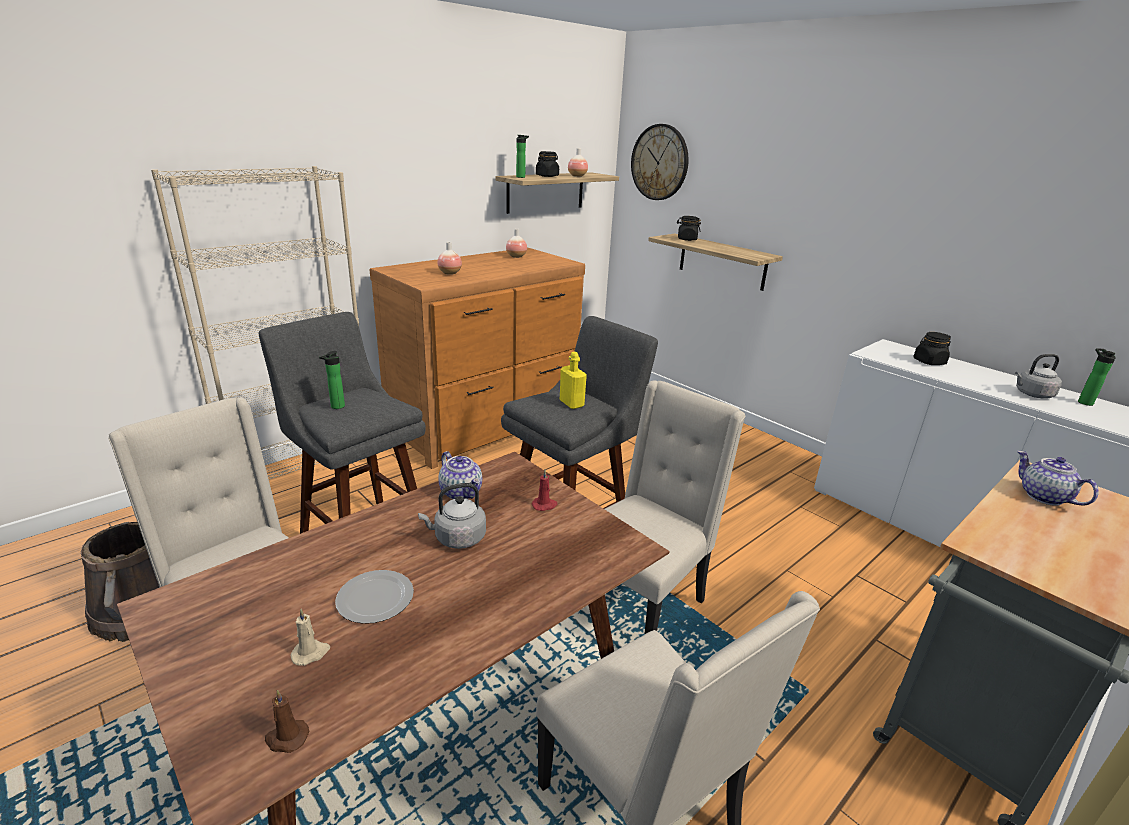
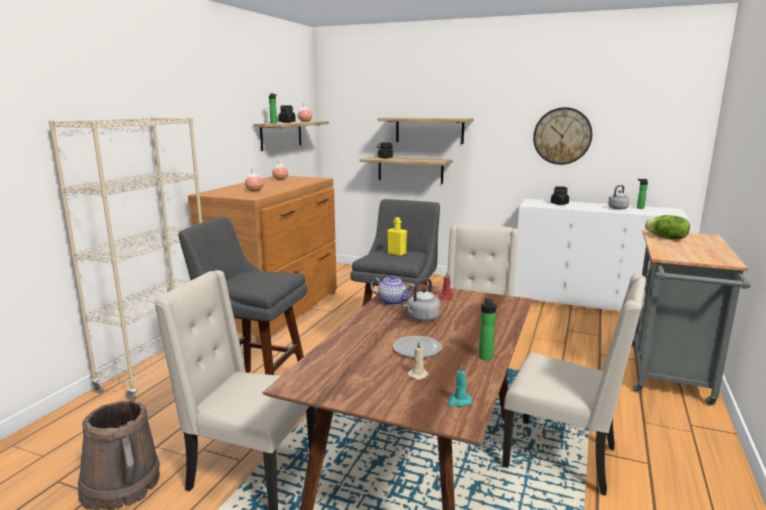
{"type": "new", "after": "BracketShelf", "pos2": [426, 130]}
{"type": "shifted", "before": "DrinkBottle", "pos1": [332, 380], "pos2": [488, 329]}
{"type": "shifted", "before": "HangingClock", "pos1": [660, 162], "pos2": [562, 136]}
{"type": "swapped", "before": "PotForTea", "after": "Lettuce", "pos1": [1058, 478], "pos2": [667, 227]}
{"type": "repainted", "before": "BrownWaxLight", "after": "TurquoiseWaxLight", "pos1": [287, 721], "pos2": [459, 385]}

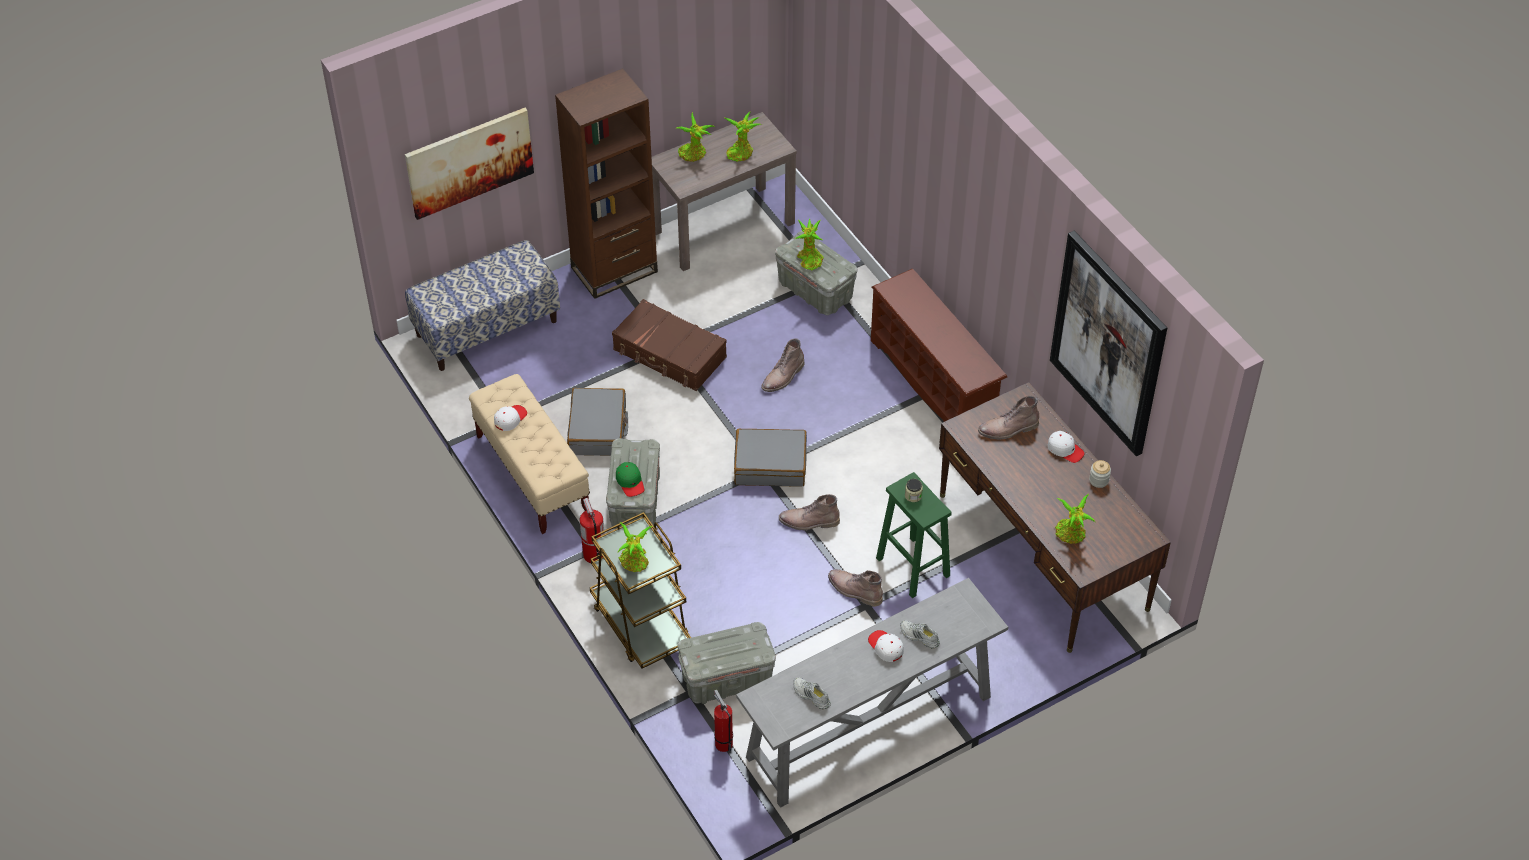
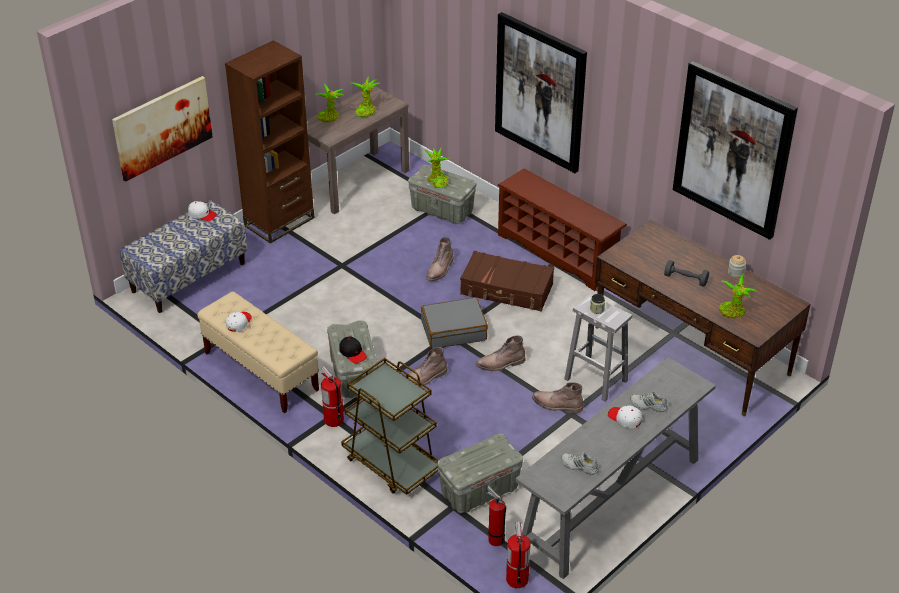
{"type": "gone", "before": "GreyTravelCase", "pos1": [597, 422]}
{"type": "gone", "before": "PottedPlant", "pos1": [635, 547]}
{"type": "new", "after": "WallArt", "pos2": [541, 92]}
{"type": "new", "after": "FireExtinguisher", "pos2": [518, 555]}
{"type": "new", "after": "GreyDumbbell", "pos2": [686, 273]}
{"type": "shifted", "before": "BrownTravelCase", "pos1": [669, 345], "pos2": [507, 281]}
{"type": "shifted", "before": "BrownTallBoot", "pos1": [1008, 418], "pos2": [426, 367]}
{"type": "shifted", "before": "WhiteBaseballCap", "pos1": [1066, 447], "pos2": [202, 211]}
{"type": "repainted", "before": "GreenBaseballCap", "after": "BlackishBaseballCap", "pos1": [630, 479], "pos2": [353, 350]}
{"type": "repainted", "before": "GreenStool", "after": "WhiteStool", "pos1": [914, 535], "pos2": [598, 348]}

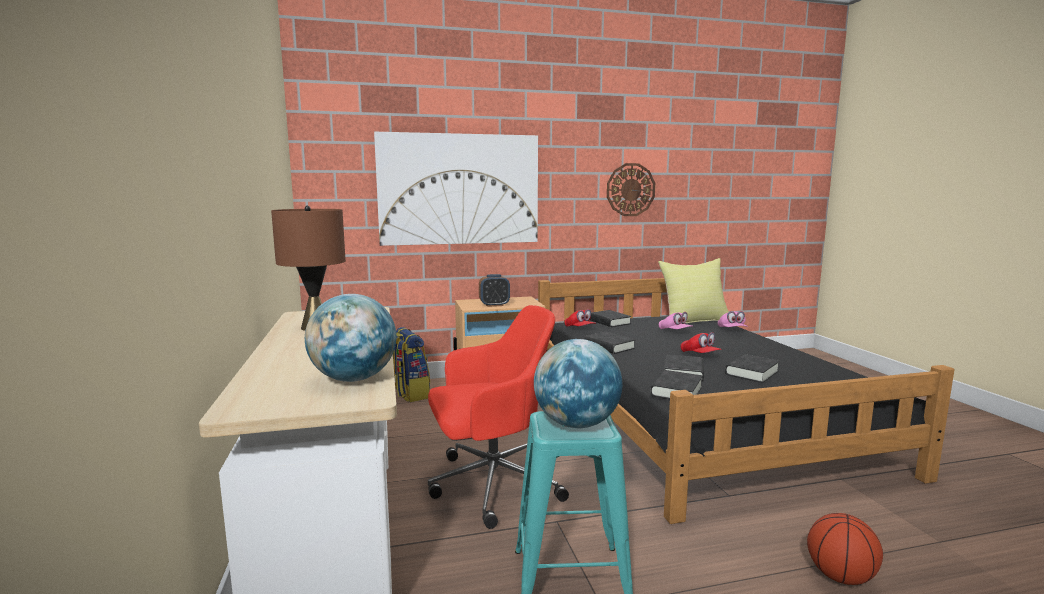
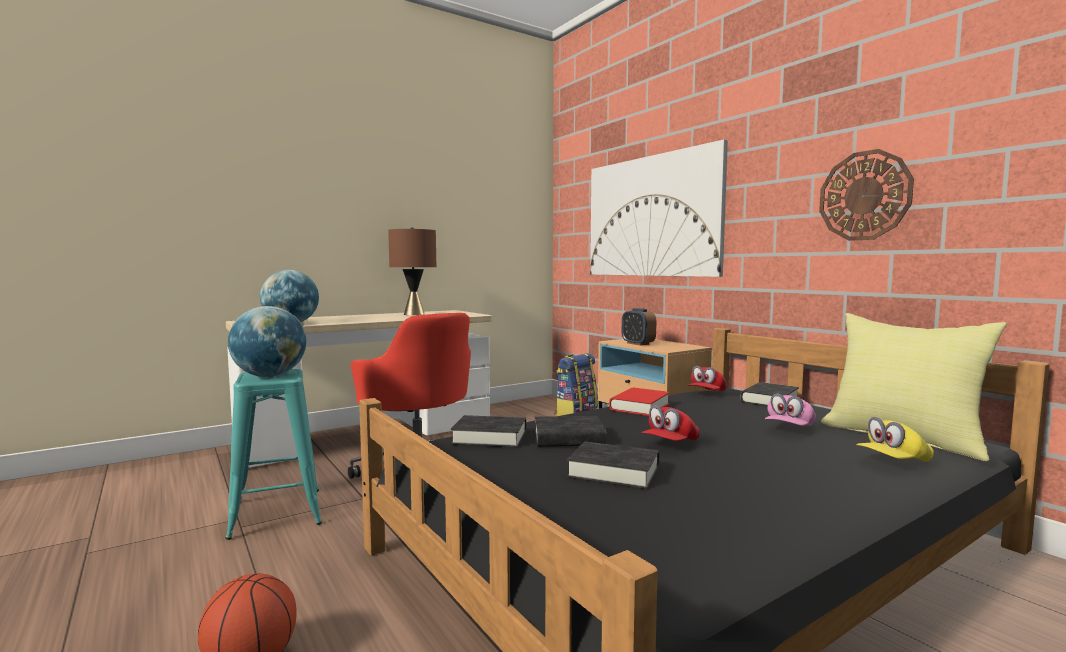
{"type": "repainted", "before": "BlackishBook", "after": "RedBook", "pos1": [610, 342], "pos2": [639, 402]}
{"type": "repainted", "before": "PinkishBaseballCap", "after": "YellowishBaseballCap", "pos1": [733, 319], "pos2": [895, 439]}

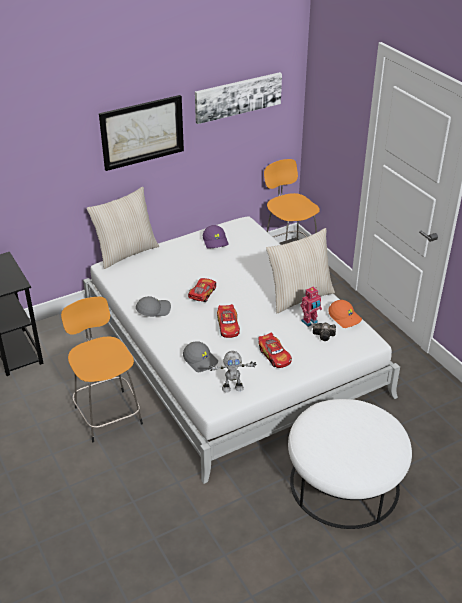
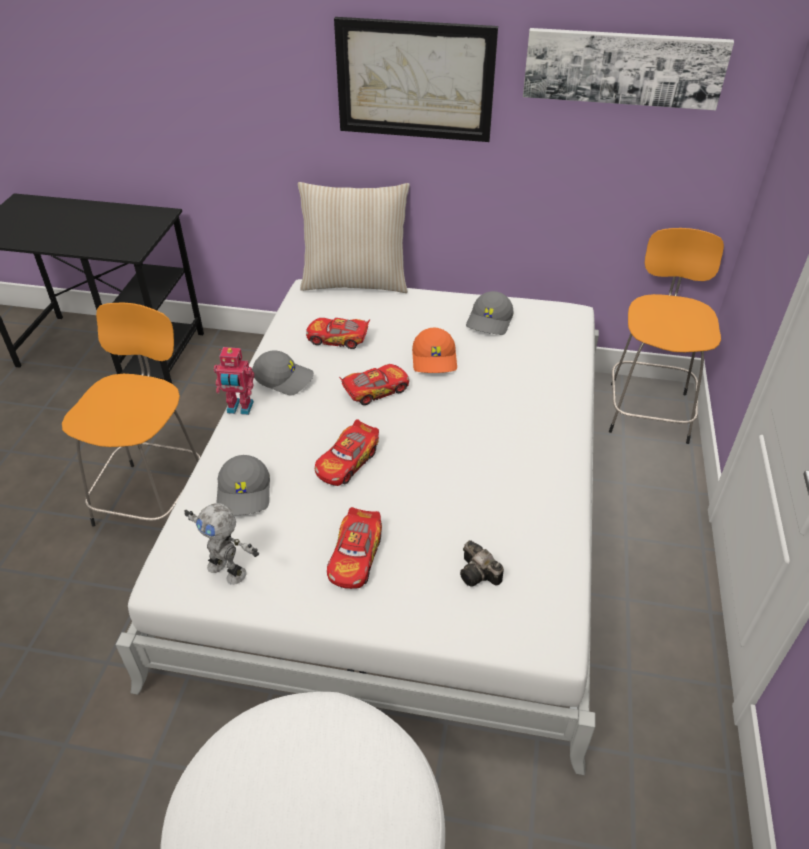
{"type": "gone", "before": "BeigeColouredPillow", "pos1": [300, 270]}
{"type": "new", "after": "MiniatureCar", "pos2": [338, 333]}
{"type": "shifted", "before": "RobotFigure", "pos1": [311, 307], "pos2": [234, 381]}
{"type": "shifted", "before": "OrangeyBaseballCap", "pos1": [345, 314], "pos2": [434, 350]}
{"type": "repainted", "before": "PurpleColouredBaseballCap", "after": "GreyBaseballCap", "pos1": [216, 237], "pos2": [490, 313]}

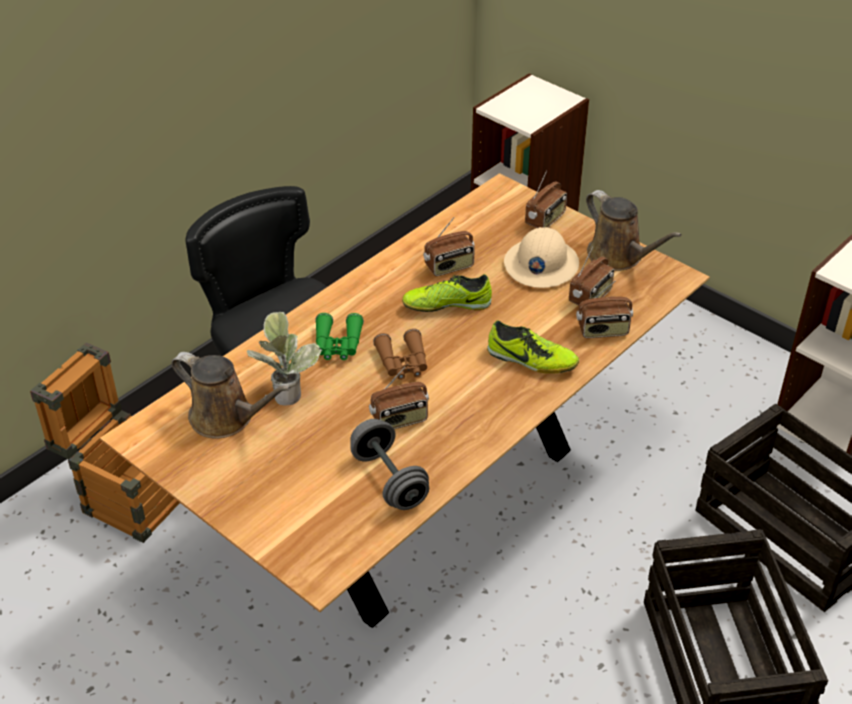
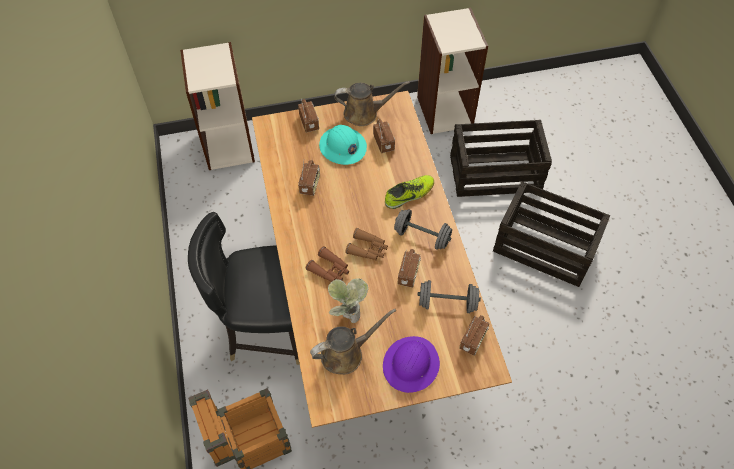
{"type": "gone", "before": "Shoe", "pos1": [447, 293]}
{"type": "new", "after": "PurpleColouredSafetyHelmet", "pos2": [411, 364]}
{"type": "new", "after": "GreyDumbbell", "pos2": [423, 229]}
{"type": "shifted", "before": "Radio", "pos1": [604, 309], "pos2": [474, 335]}
{"type": "repainted", "before": "GreenFieldGlasses", "after": "BrownFieldGlasses", "pos1": [339, 336], "pos2": [327, 264]}
{"type": "repainted", "before": "BeigeColouredSafetyHelmet", "after": "TurquoiseSafetyHelmet", "pos1": [541, 257], "pos2": [343, 145]}

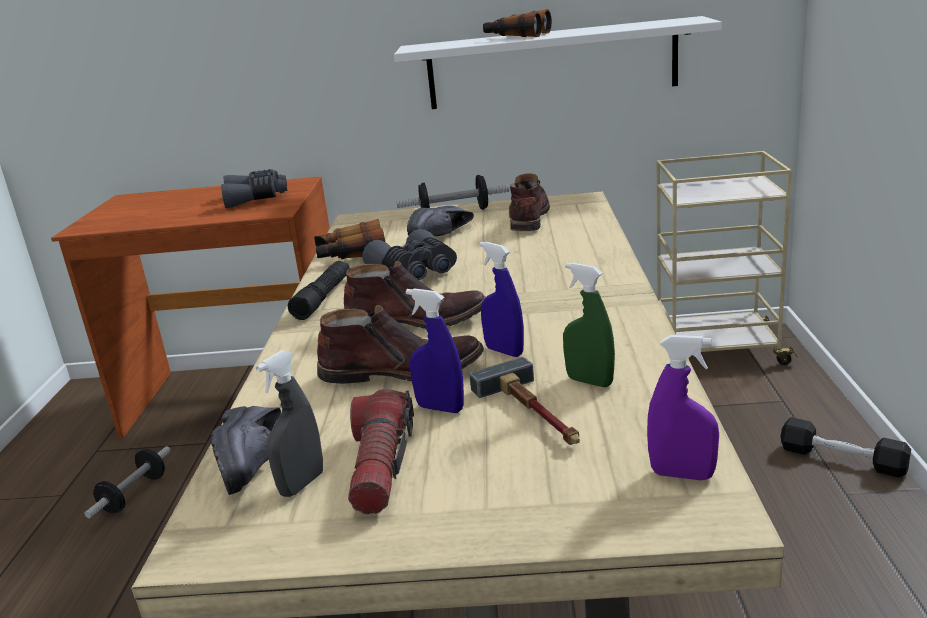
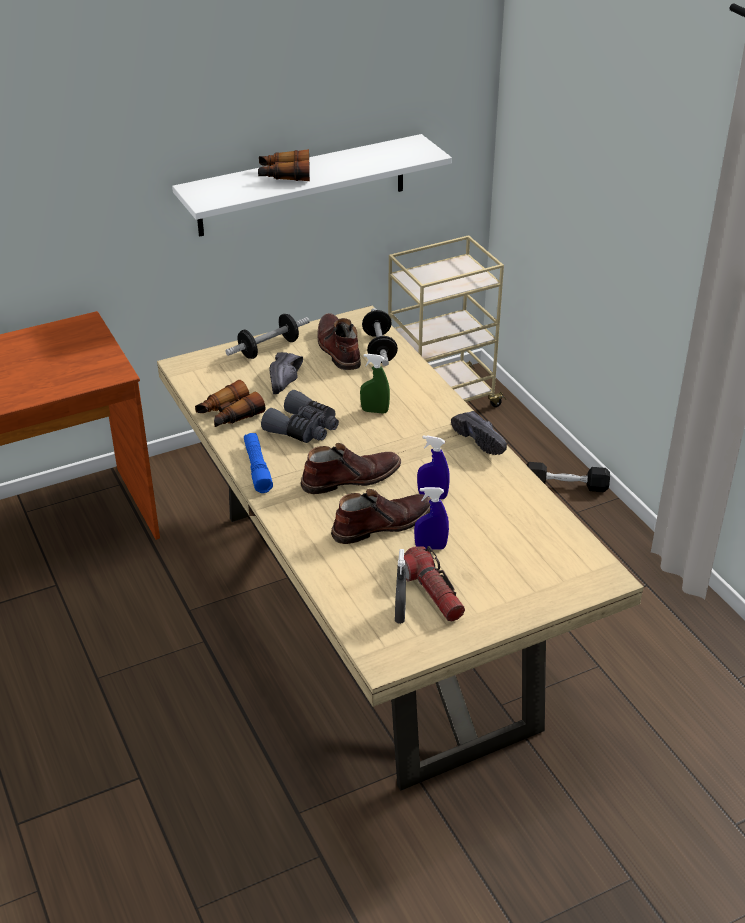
{"type": "gone", "before": "GreyFieldGlasses", "pos1": [254, 188]}
{"type": "gone", "before": "Hammer", "pos1": [524, 401]}
{"type": "gone", "before": "PurpleColouredSprayBottle", "pos1": [683, 407]}
{"type": "shifted", "before": "Dumbbell", "pos1": [127, 482], "pos2": [380, 337]}
{"type": "shifted", "before": "BlackishShoe", "pos1": [246, 450], "pos2": [479, 433]}
{"type": "shifted", "before": "GreenSprayBottle", "pos1": [589, 325], "pos2": [375, 384]}
{"type": "repainted", "before": "BlackishTorch", "after": "BluishTorch", "pos1": [319, 290], "pos2": [258, 463]}

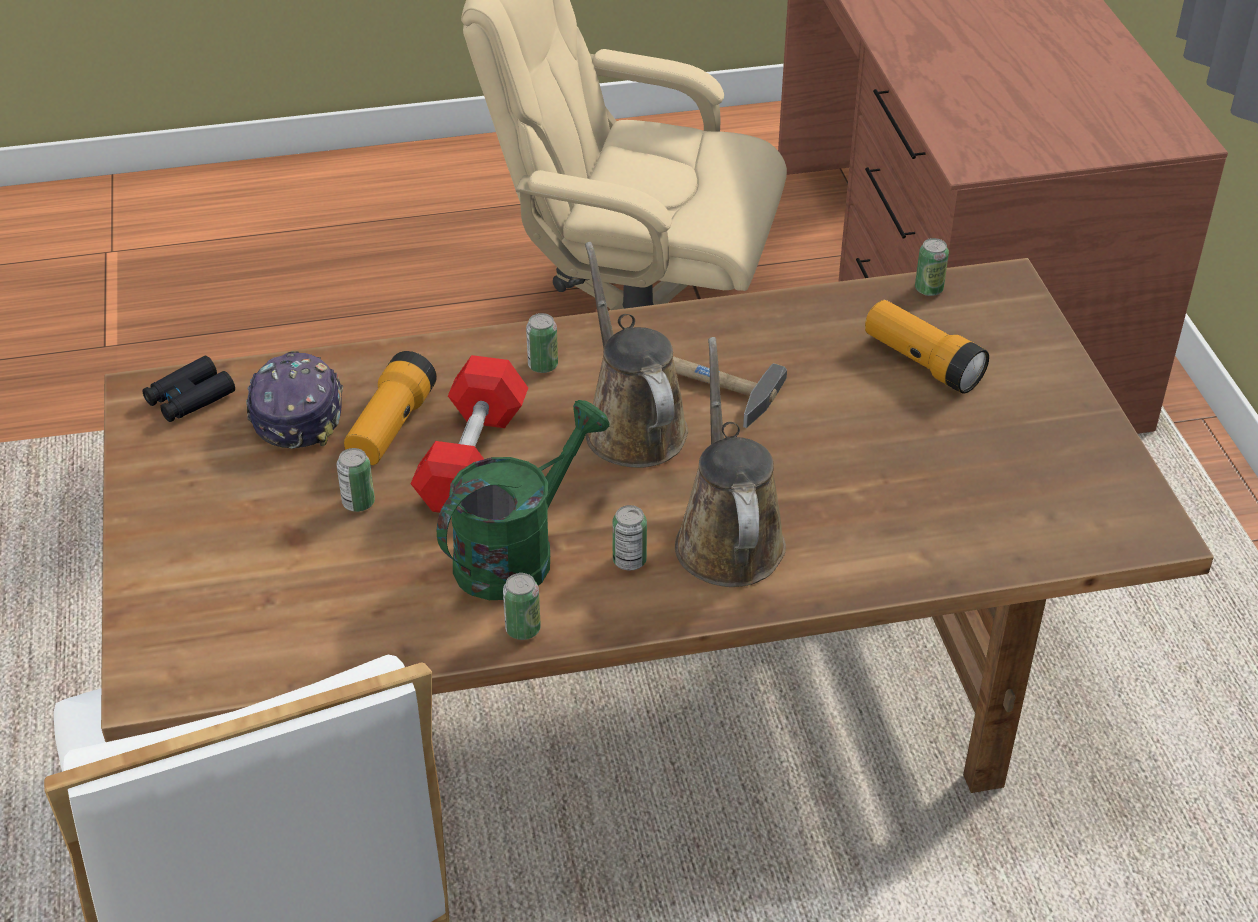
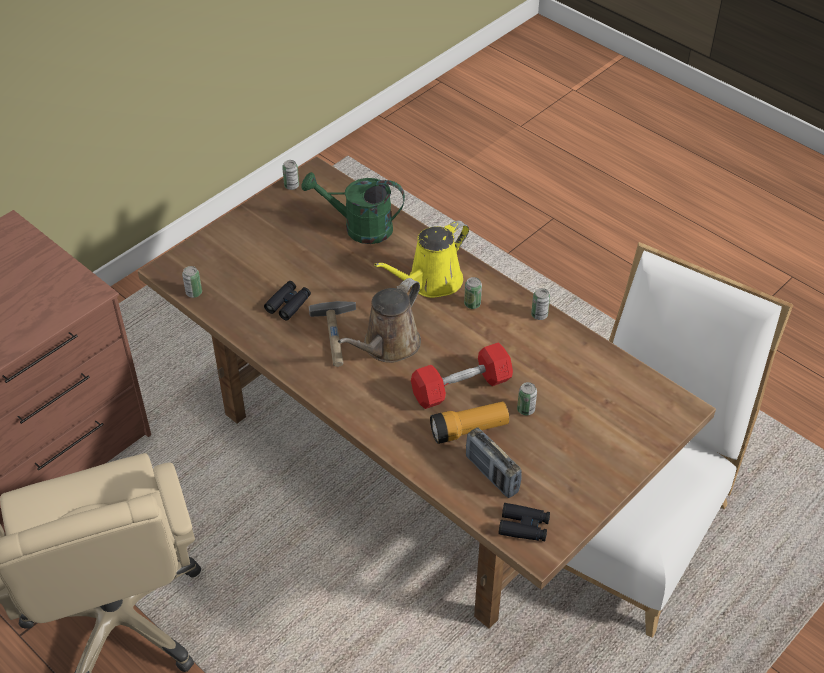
{"type": "gone", "before": "Torch", "pos1": [927, 347]}
{"type": "new", "after": "BlackishFieldGlasses", "pos2": [287, 300]}
{"type": "shifted", "before": "GreenSprinklingCan", "pos1": [523, 500], "pos2": [353, 208]}
{"type": "shifted", "before": "MetalCan", "pos1": [542, 343], "pos2": [290, 175]}
{"type": "swapped", "before": "BaseballCap", "after": "Radio", "pos1": [294, 400], "pos2": [494, 463]}
{"type": "repainted", "before": "BrownSprinklingCan", "after": "YellowishSprinklingCan", "pos1": [730, 462], "pos2": [421, 259]}

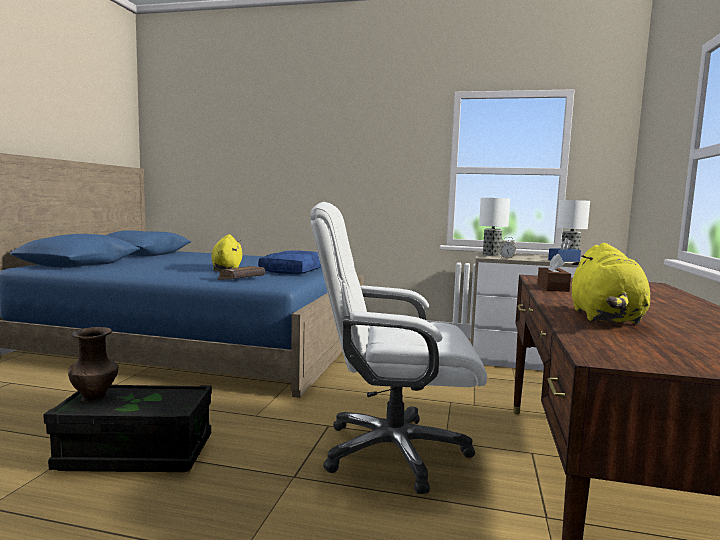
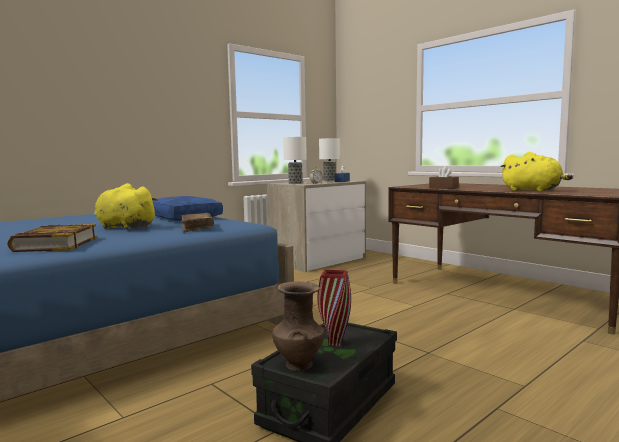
{"type": "gone", "before": "WhiteComputerChair", "pos1": [398, 348]}
{"type": "new", "after": "Book", "pos2": [52, 238]}
{"type": "new", "after": "RedVase", "pos2": [334, 308]}

